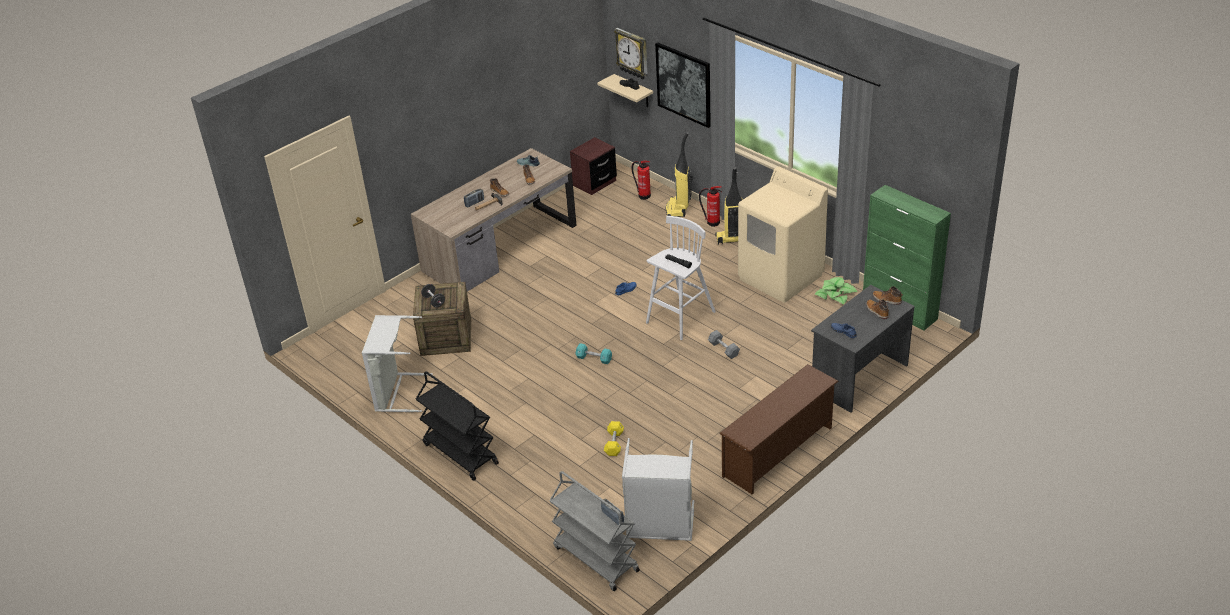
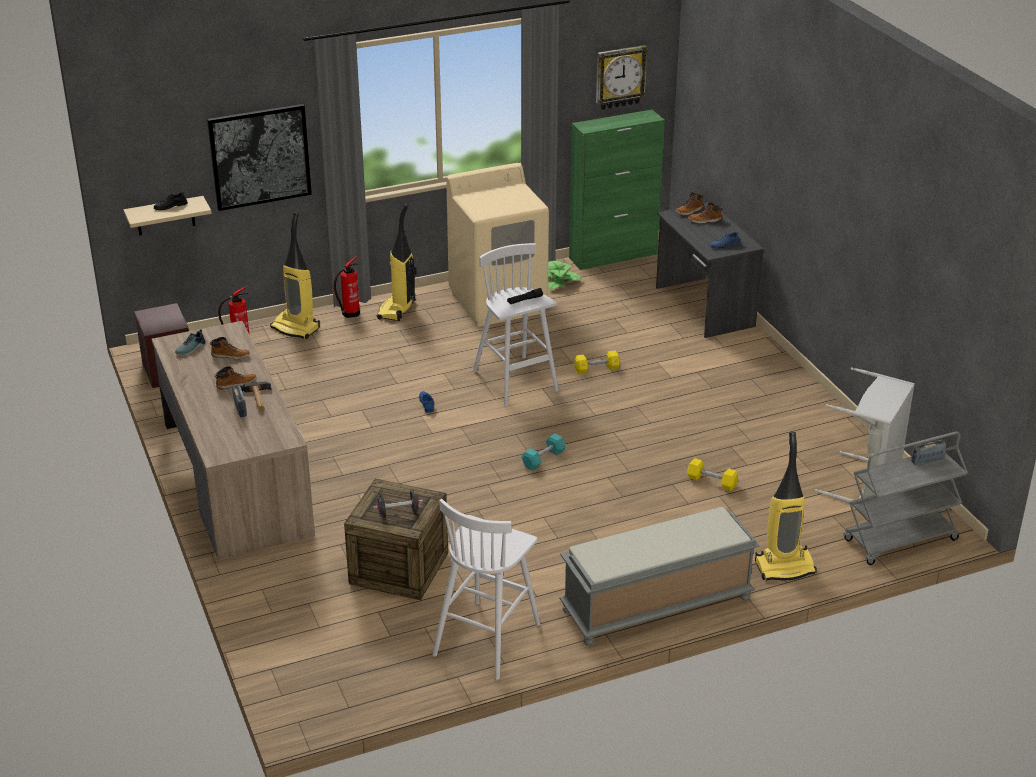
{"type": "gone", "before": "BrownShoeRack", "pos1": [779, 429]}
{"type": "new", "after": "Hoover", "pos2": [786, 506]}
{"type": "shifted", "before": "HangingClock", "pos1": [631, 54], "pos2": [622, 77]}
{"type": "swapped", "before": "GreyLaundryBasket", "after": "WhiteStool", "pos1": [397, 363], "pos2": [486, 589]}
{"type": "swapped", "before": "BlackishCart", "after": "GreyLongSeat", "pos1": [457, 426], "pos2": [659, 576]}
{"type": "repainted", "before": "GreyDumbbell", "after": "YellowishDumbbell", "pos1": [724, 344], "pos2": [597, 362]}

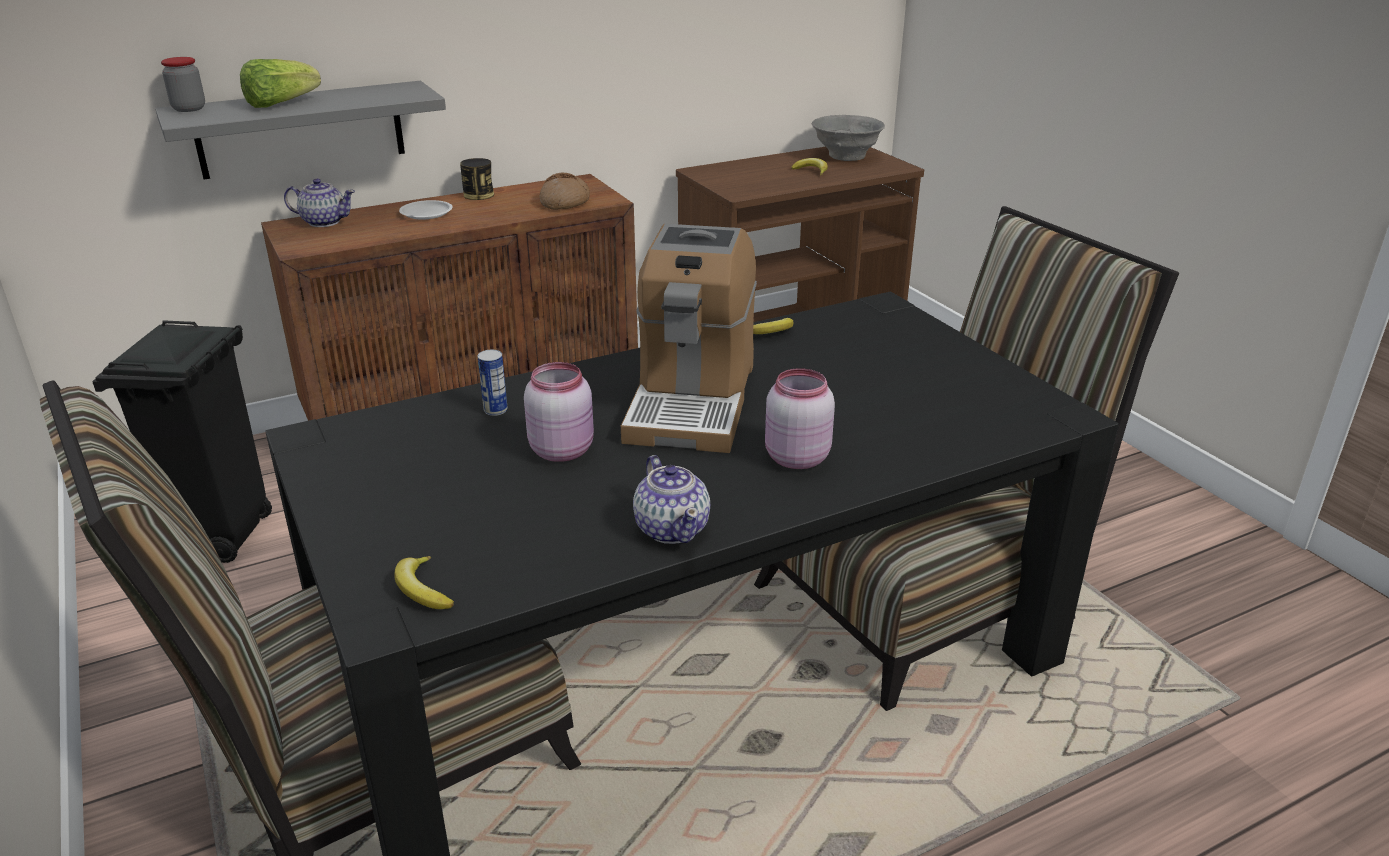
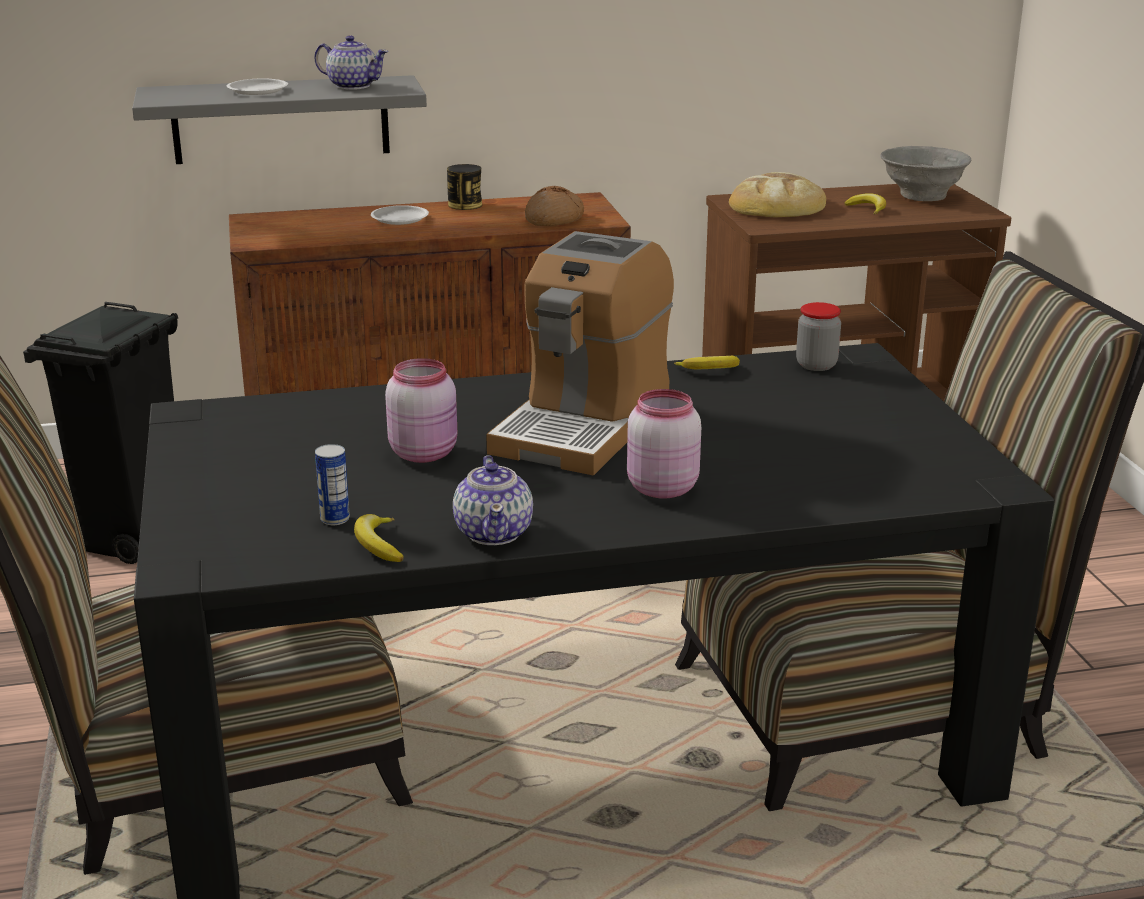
{"type": "new", "after": "BakedBread", "pos2": [777, 195]}
{"type": "shifted", "before": "StorageJar", "pos1": [183, 84], "pos2": [818, 336]}
{"type": "shifted", "before": "PotForTea", "pos1": [319, 202], "pos2": [351, 62]}
{"type": "shifted", "before": "WholeBanana", "pos1": [424, 582], "pos2": [379, 538]}
{"type": "shifted", "before": "MetalCan", "pos1": [493, 383], "pos2": [332, 484]}
{"type": "swapped", "before": "Lettuce", "after": "WhiteDinnerPlate", "pos1": [280, 83], "pos2": [257, 87]}

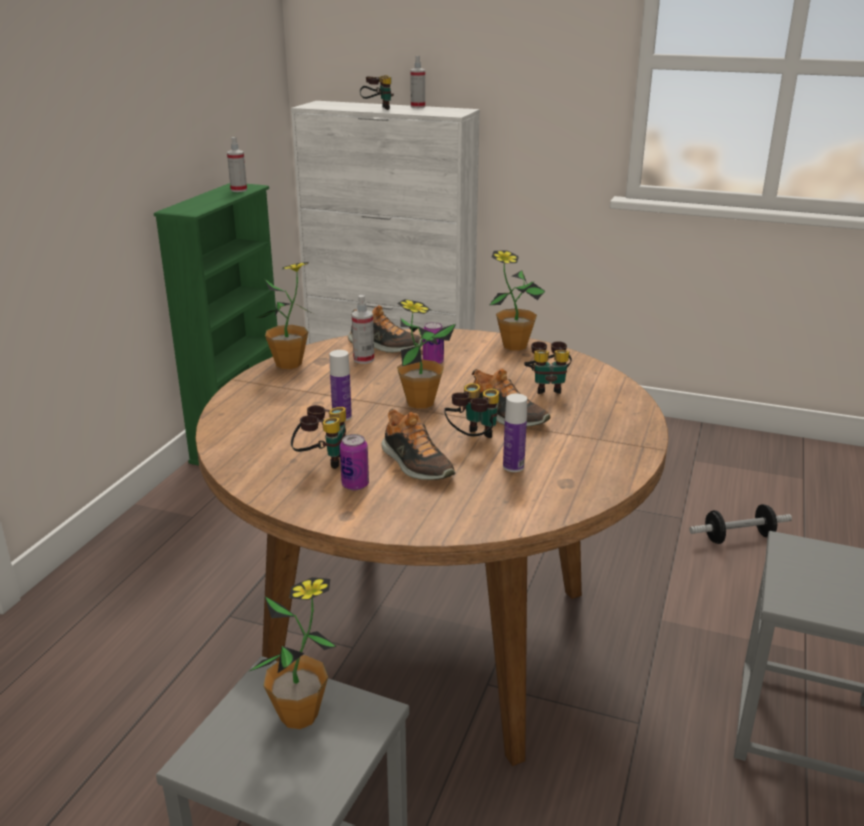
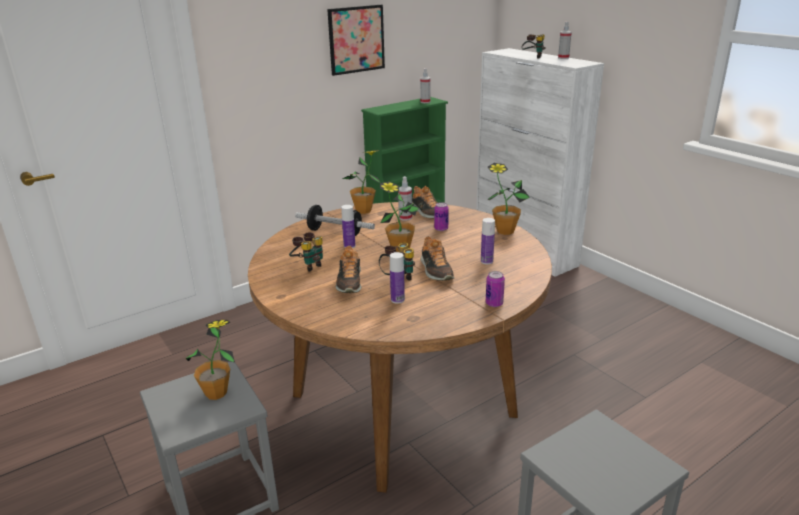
{"type": "new", "after": "WallArt", "pos2": [356, 40]}
{"type": "shifted", "before": "MetalCan", "pos1": [354, 462], "pos2": [495, 289]}
{"type": "shifted", "before": "Dumbbell", "pos1": [740, 524], "pos2": [335, 220]}
{"type": "swapped", "before": "FieldGlasses", "after": "DrinkBottle", "pos1": [548, 367], "pos2": [488, 241]}

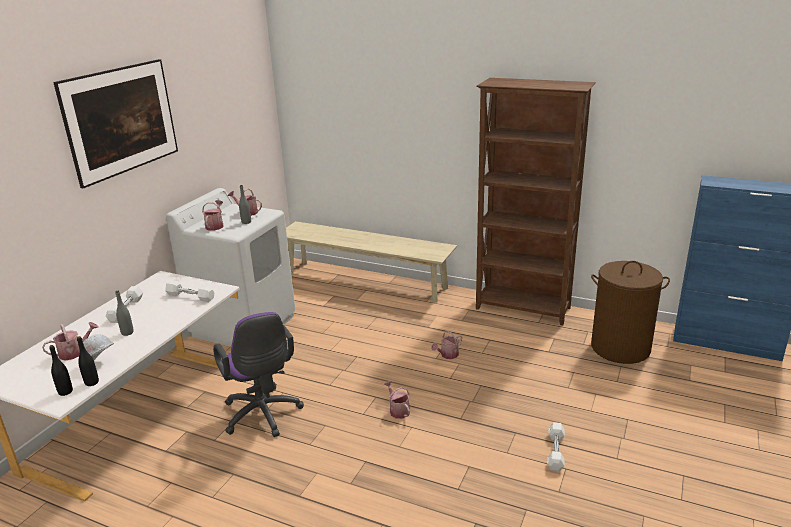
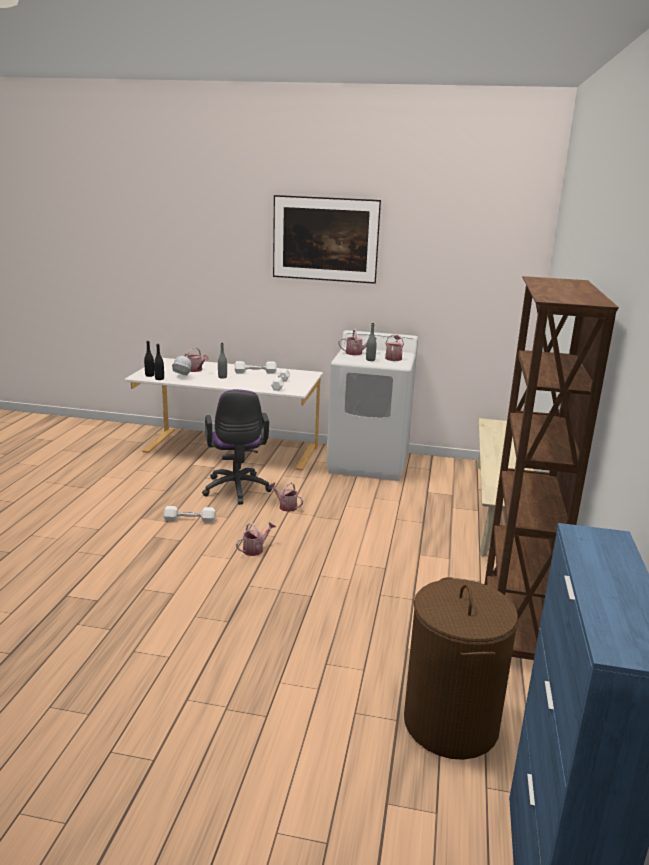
{"type": "shifted", "before": "SprinklingCan", "pos1": [446, 345], "pos2": [286, 497]}
{"type": "shifted", "before": "WhiteDumbbell", "pos1": [556, 447], "pos2": [189, 514]}
{"type": "rotated", "before": "PurpleColouredComputerChair", "pos1": [258, 374], "pos2": [237, 447], "turn": -60}

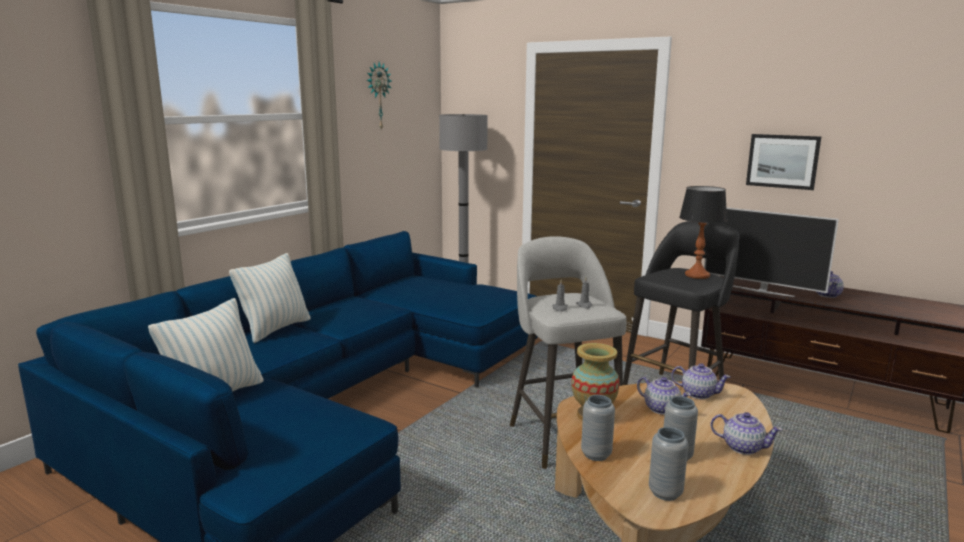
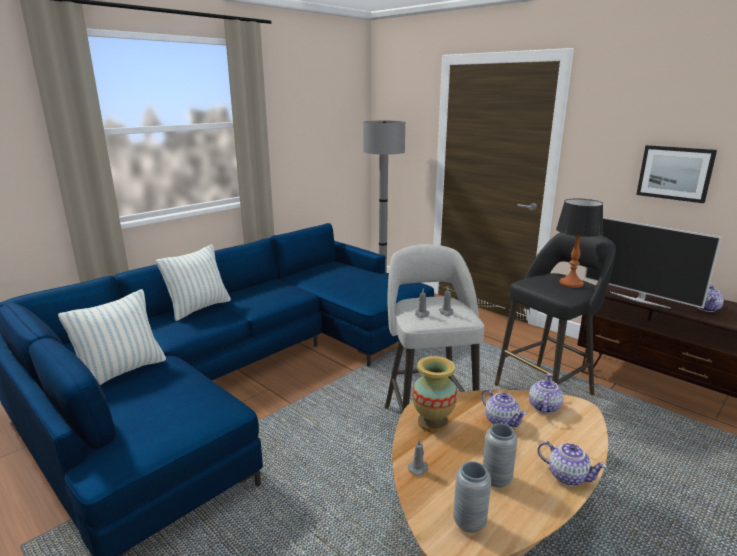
{"type": "gone", "before": "HangingClock", "pos1": [379, 96]}
{"type": "swapped", "before": "GreyVase", "after": "GreyWaxLight", "pos1": [598, 428], "pos2": [418, 456]}
{"type": "rotated", "before": "PotForTea", "pos1": [701, 381], "pos2": [546, 394], "turn": -105}

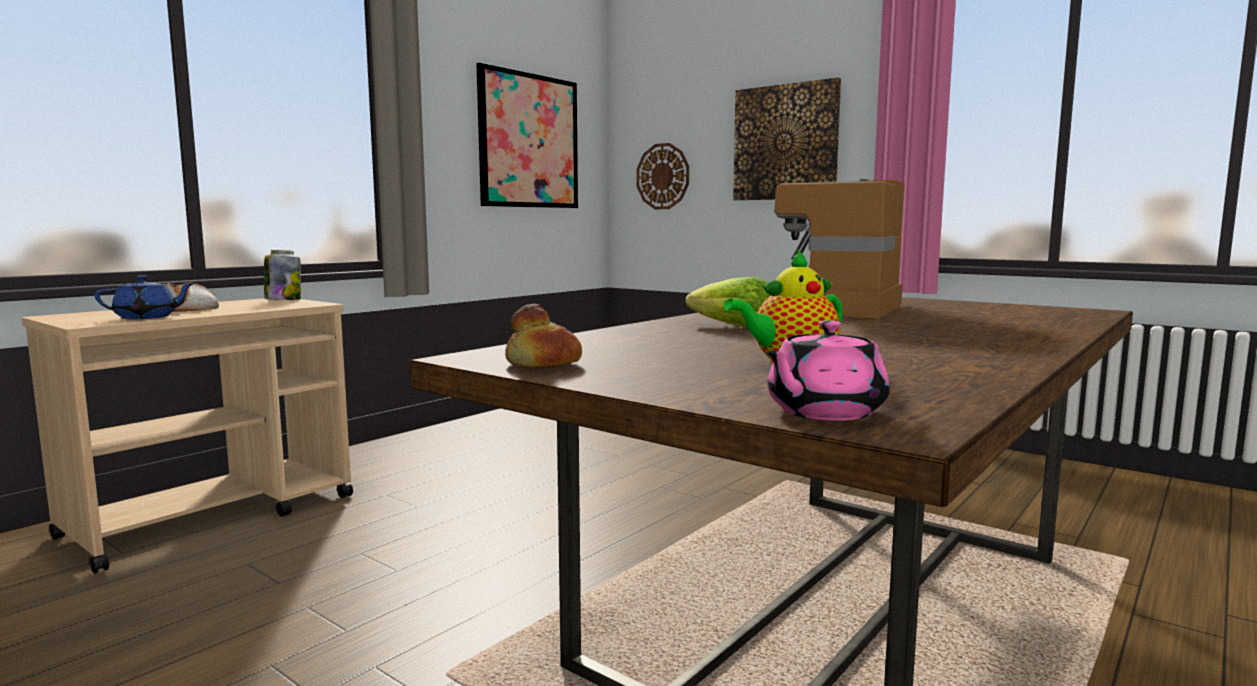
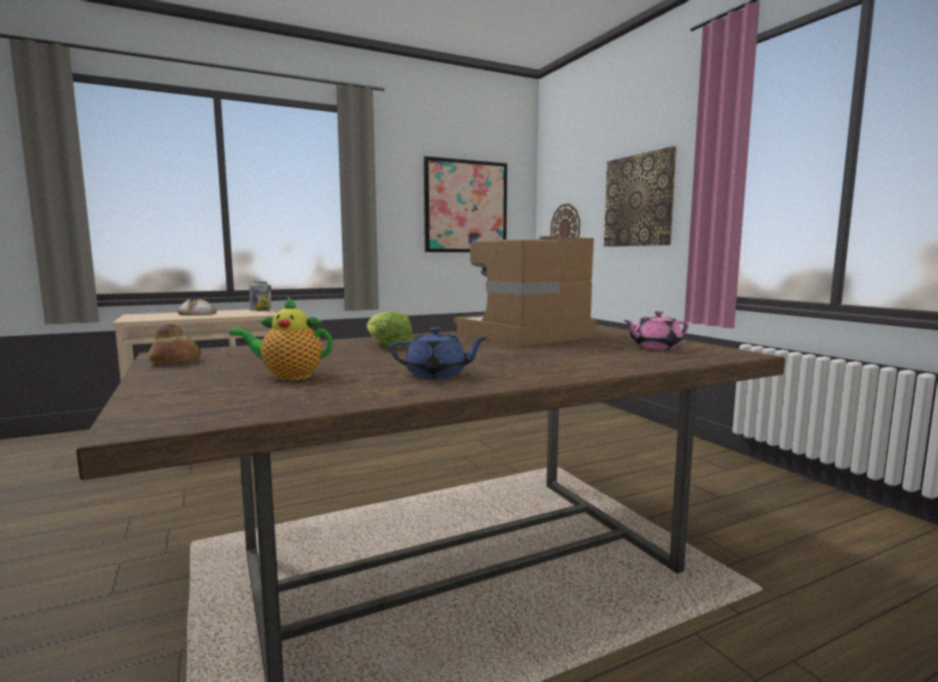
{"type": "shifted", "before": "BluishPotForTea", "pos1": [145, 297], "pos2": [438, 352]}
{"type": "shifted", "before": "PinkishPotForTea", "pos1": [827, 370], "pos2": [656, 330]}

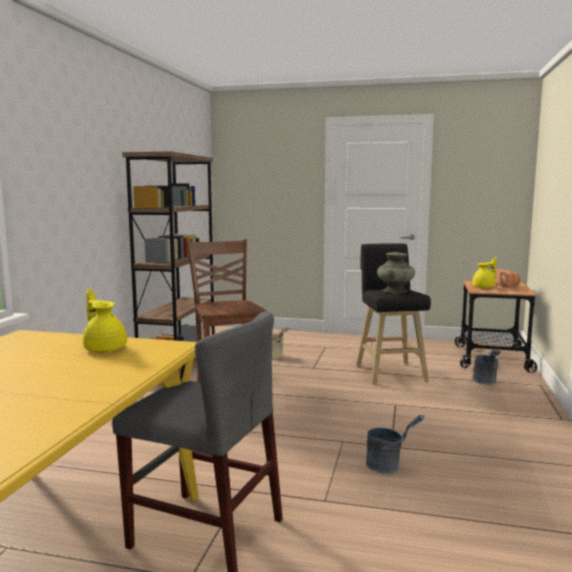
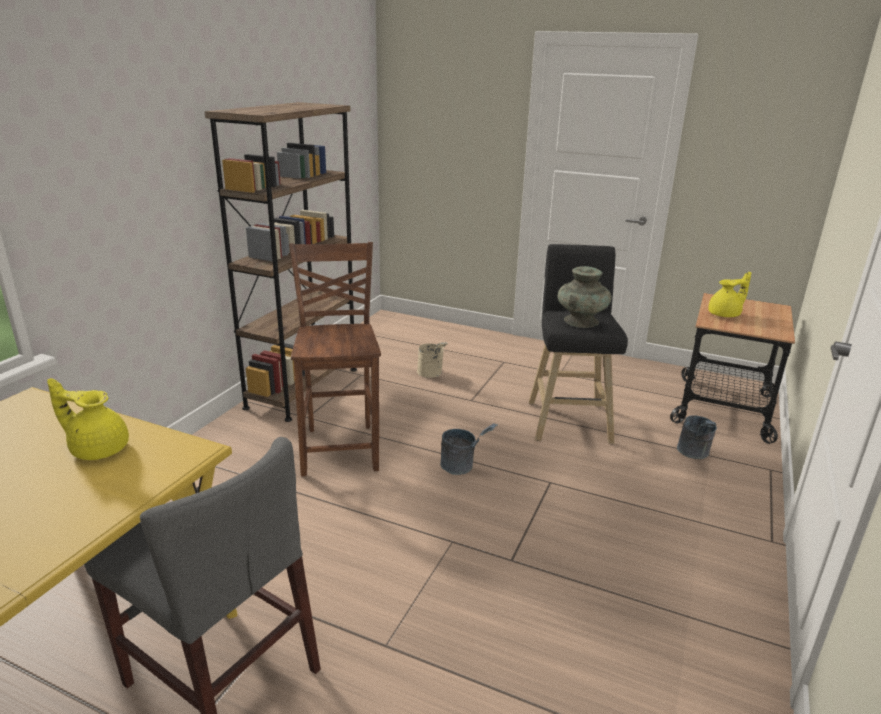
{"type": "gone", "before": "BakedBread", "pos1": [507, 278]}
{"type": "shifted", "before": "GreyBucket", "pos1": [395, 444], "pos2": [469, 449]}
{"type": "rotated", "before": "YellowishPotForTea", "pos1": [105, 320], "pos2": [88, 419], "turn": -45}

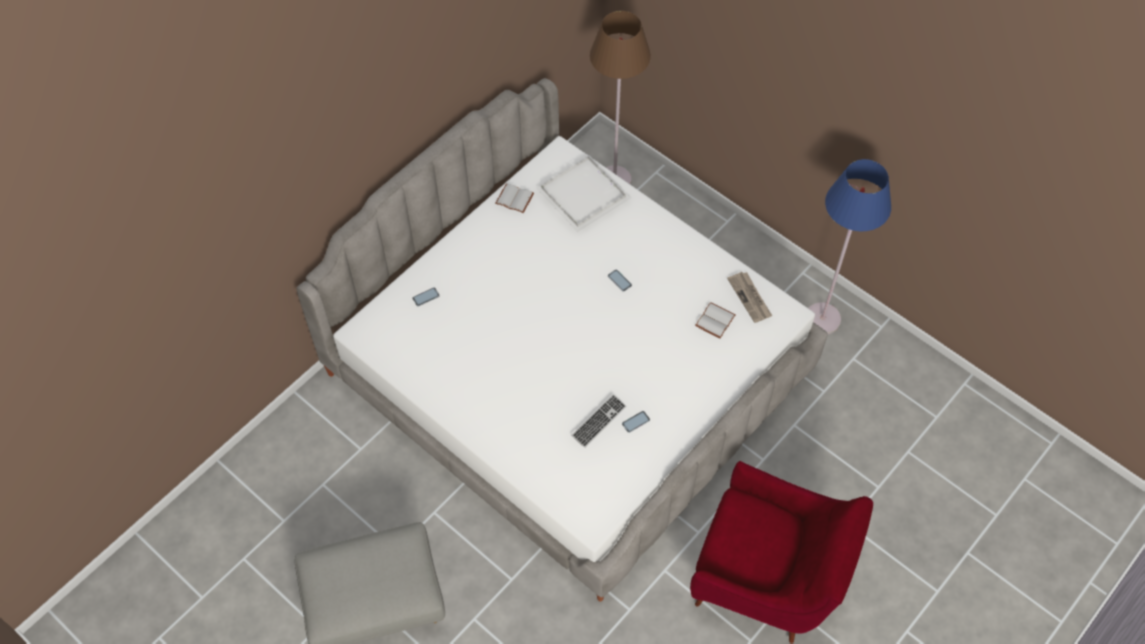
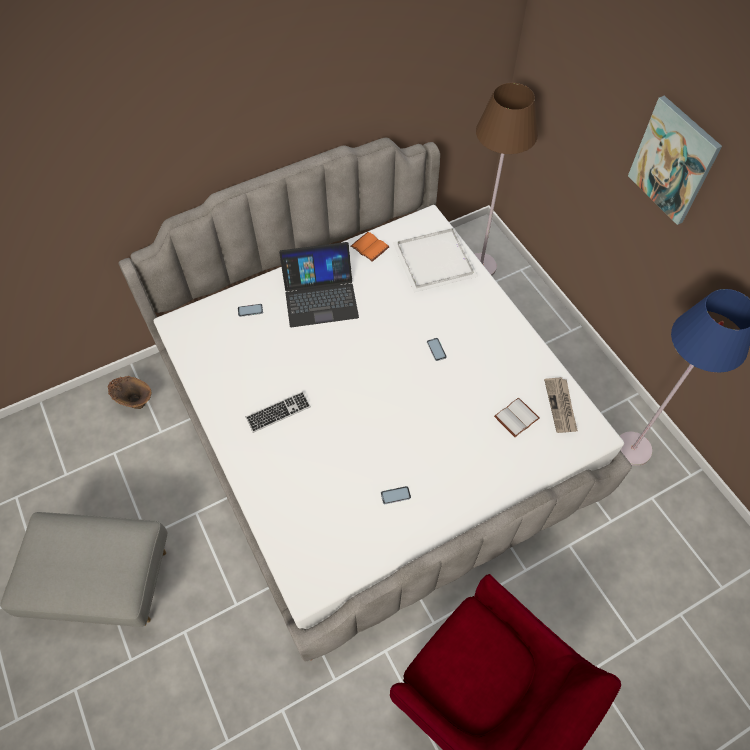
{"type": "new", "after": "BrownVase", "pos2": [129, 392]}
{"type": "new", "after": "Laptop", "pos2": [319, 284]}
{"type": "new", "after": "WallArt", "pos2": [675, 160]}
{"type": "shifted", "before": "ComputerKeyboard", "pos1": [598, 421], "pos2": [278, 412]}
{"type": "repainted", "before": "WhiteBook", "after": "OrangeyBook", "pos1": [514, 198], "pos2": [369, 247]}

